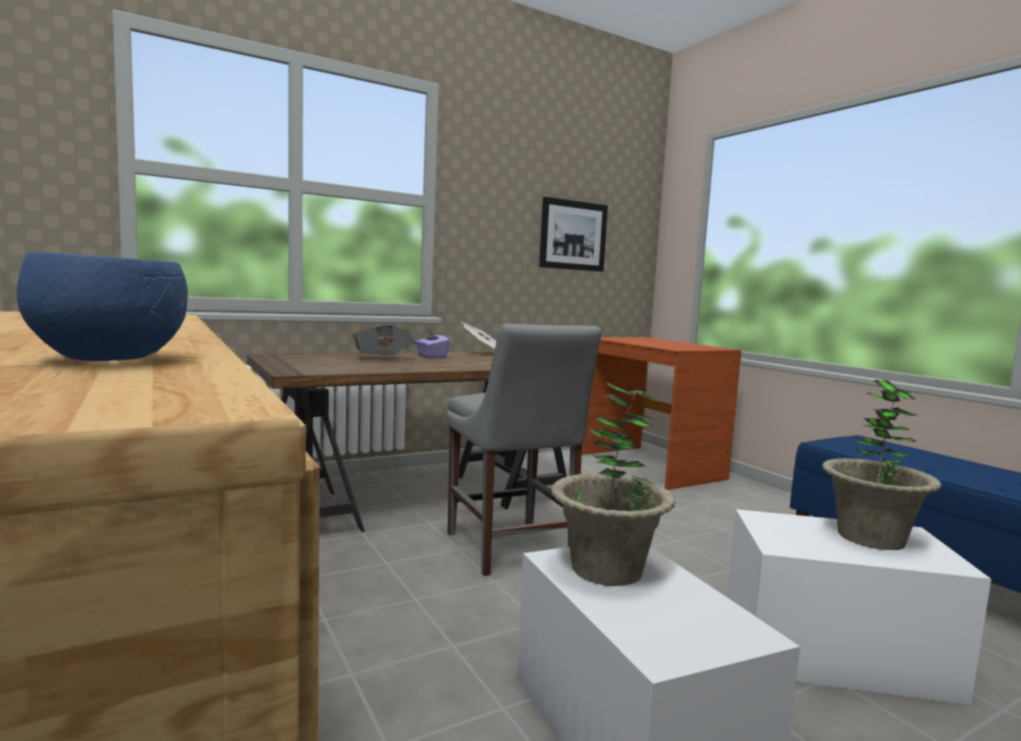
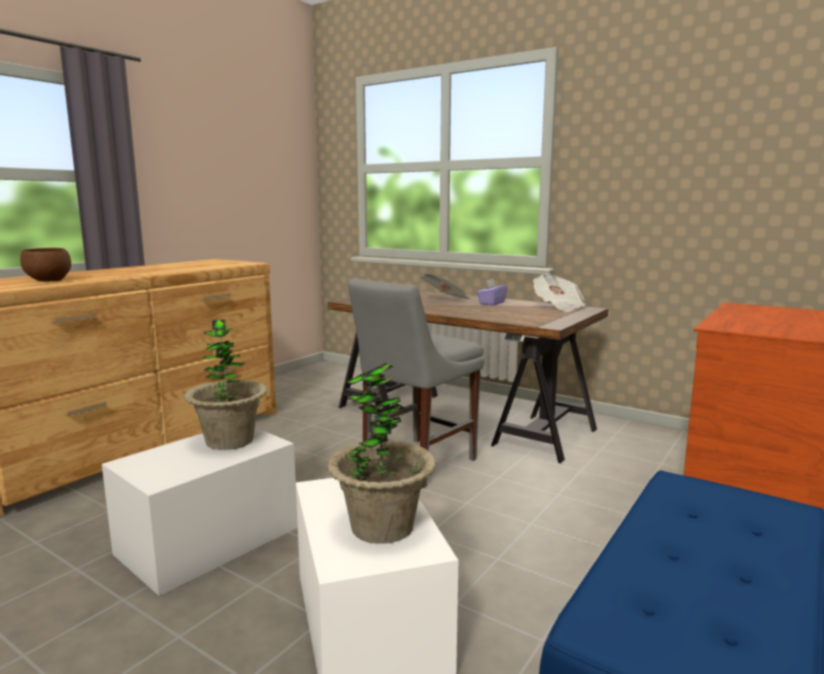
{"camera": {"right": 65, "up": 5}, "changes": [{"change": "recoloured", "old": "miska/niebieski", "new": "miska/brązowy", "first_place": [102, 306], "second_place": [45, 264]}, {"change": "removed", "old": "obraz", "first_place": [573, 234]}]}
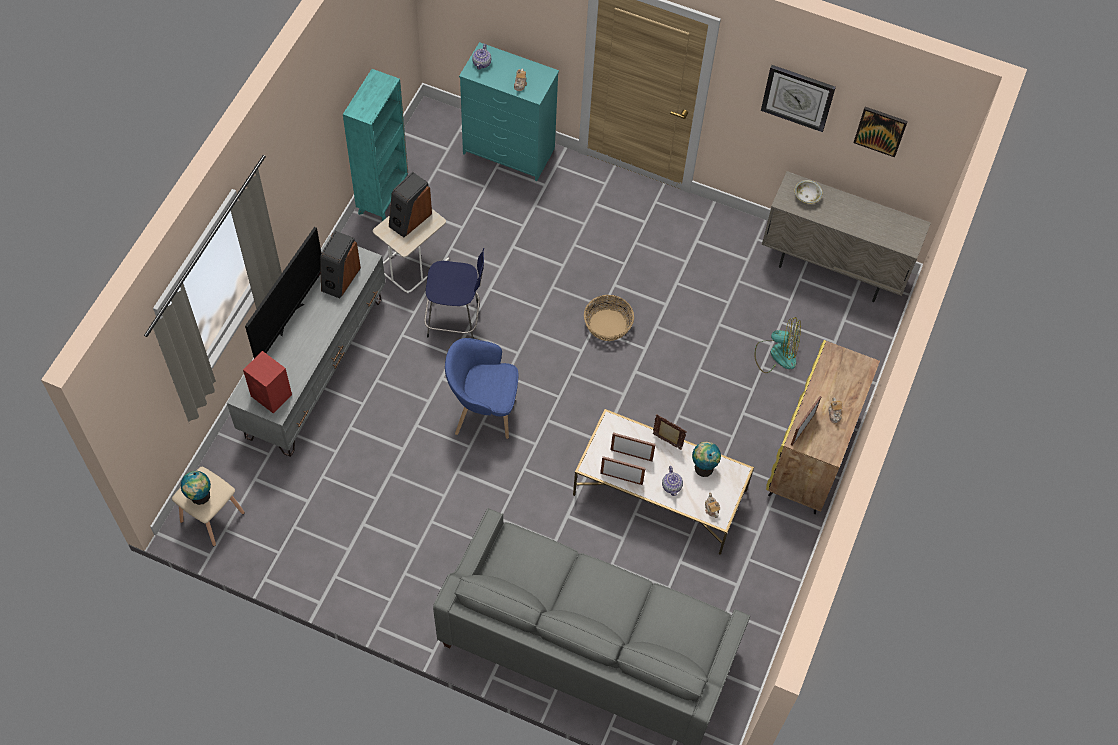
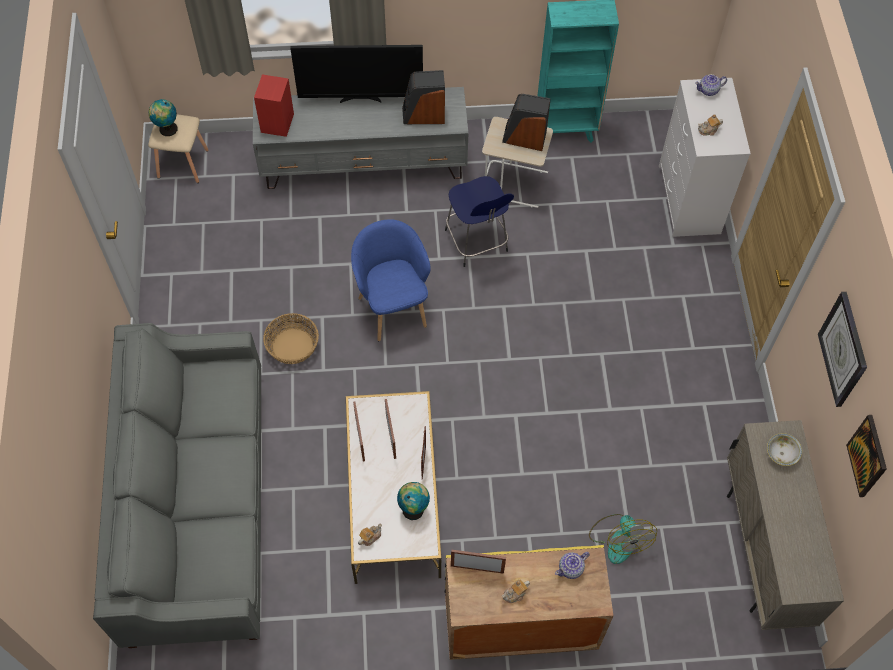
{"camera": {"right": 65, "up": 0}, "changes": [{"change": "recoloured", "old": "komoda/turkusowy", "new": "komoda/biały", "first_place": [509, 111], "second_place": [705, 157]}, {"change": "moved", "old": "koszyk", "first_place": [609, 318], "second_place": [291, 338]}, {"change": "moved", "old": "imbryk", "first_place": [672, 481], "second_place": [572, 565]}]}
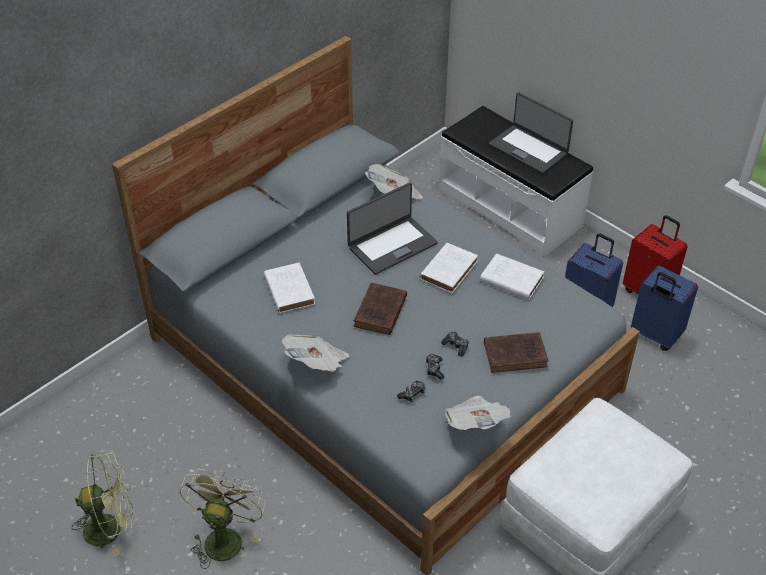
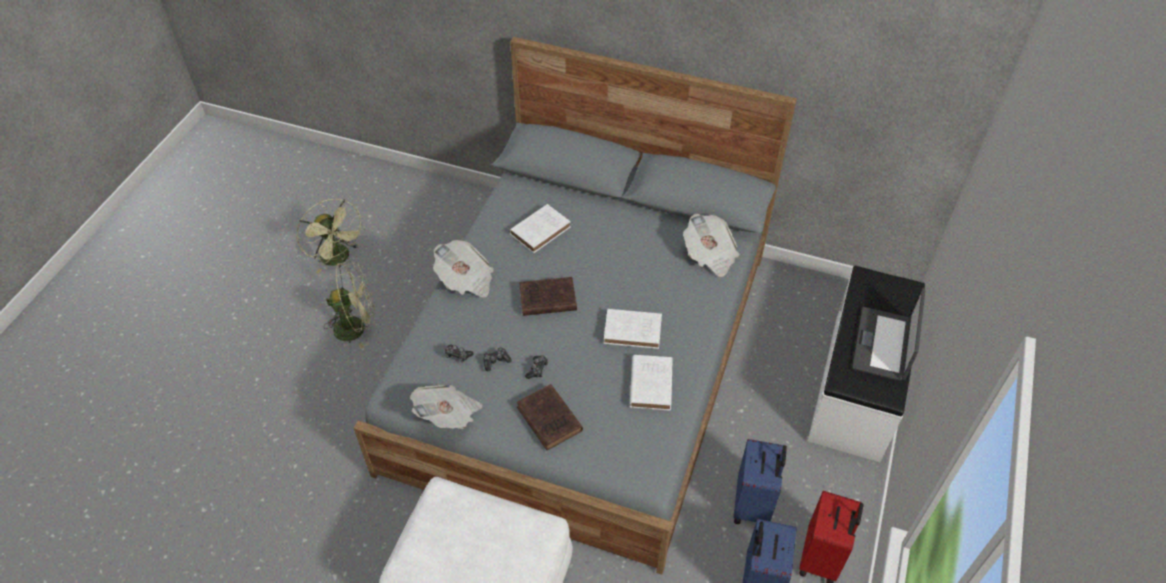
{"camera": {"right": 65, "up": 5}, "changes": [{"change": "removed", "old": "laptop", "first_place": [392, 228]}]}
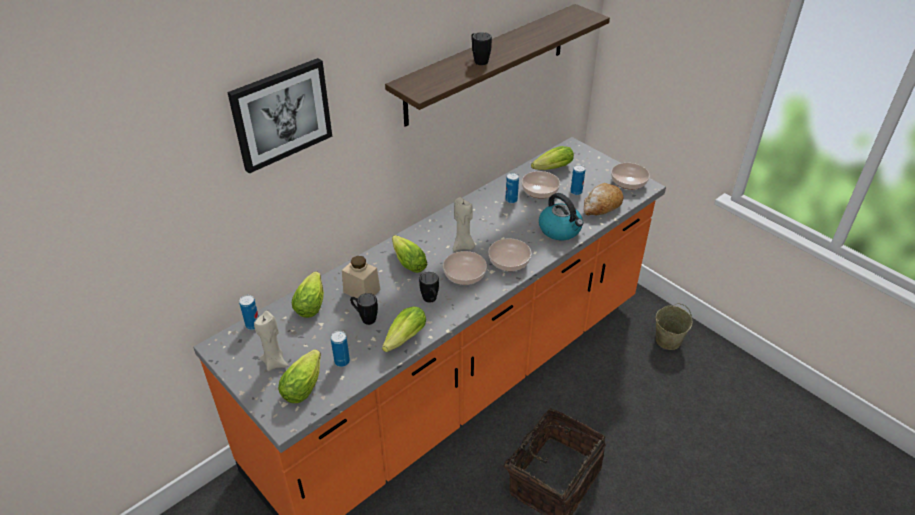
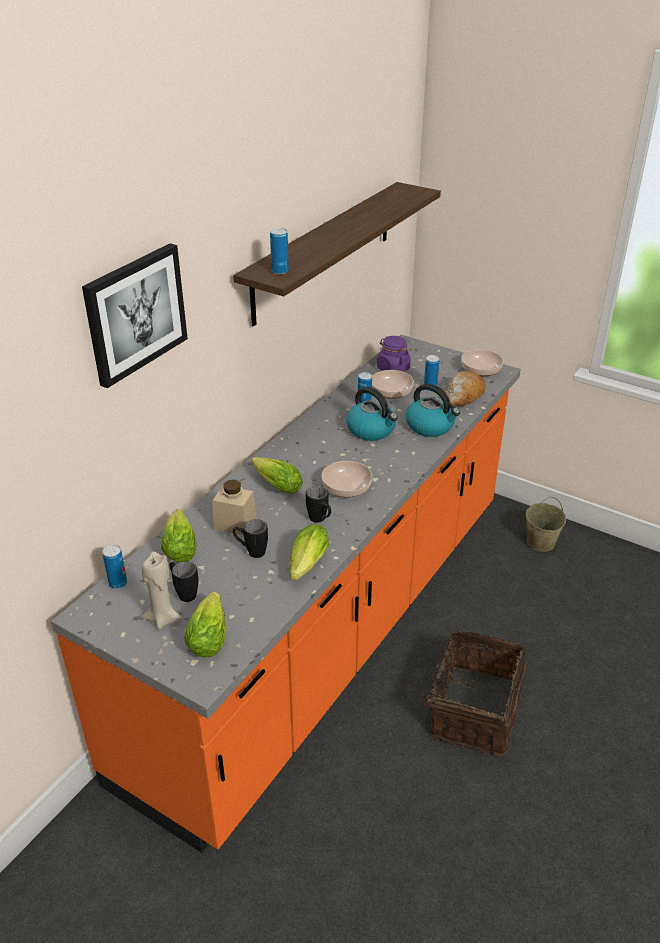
{"camera": {"right": -15, "up": -5}, "changes": [{"change": "moved", "old": "puszka", "first_place": [340, 349], "second_place": [279, 251]}, {"change": "removed", "old": "świeca/beżowy", "first_place": [464, 224]}, {"change": "moved", "old": "kubek/czarny", "first_place": [481, 48], "second_place": [183, 581]}, {"change": "removed", "old": "miska", "first_place": [509, 254]}, {"change": "replaced", "old": "sałata", "new": "słoik/fioletowy", "first_place": [552, 158], "second_place": [394, 354]}, {"change": "added", "new": "czajnik", "second_place": [372, 414]}]}
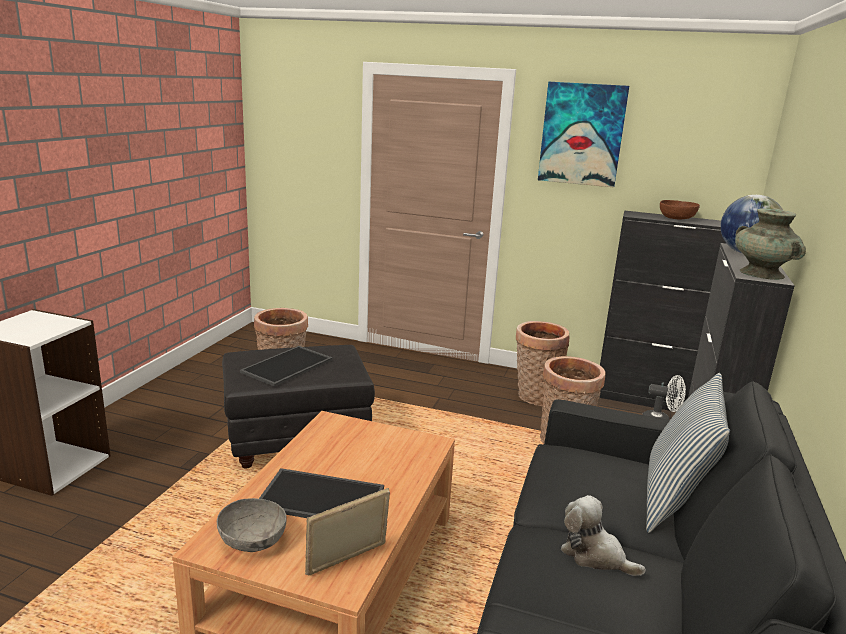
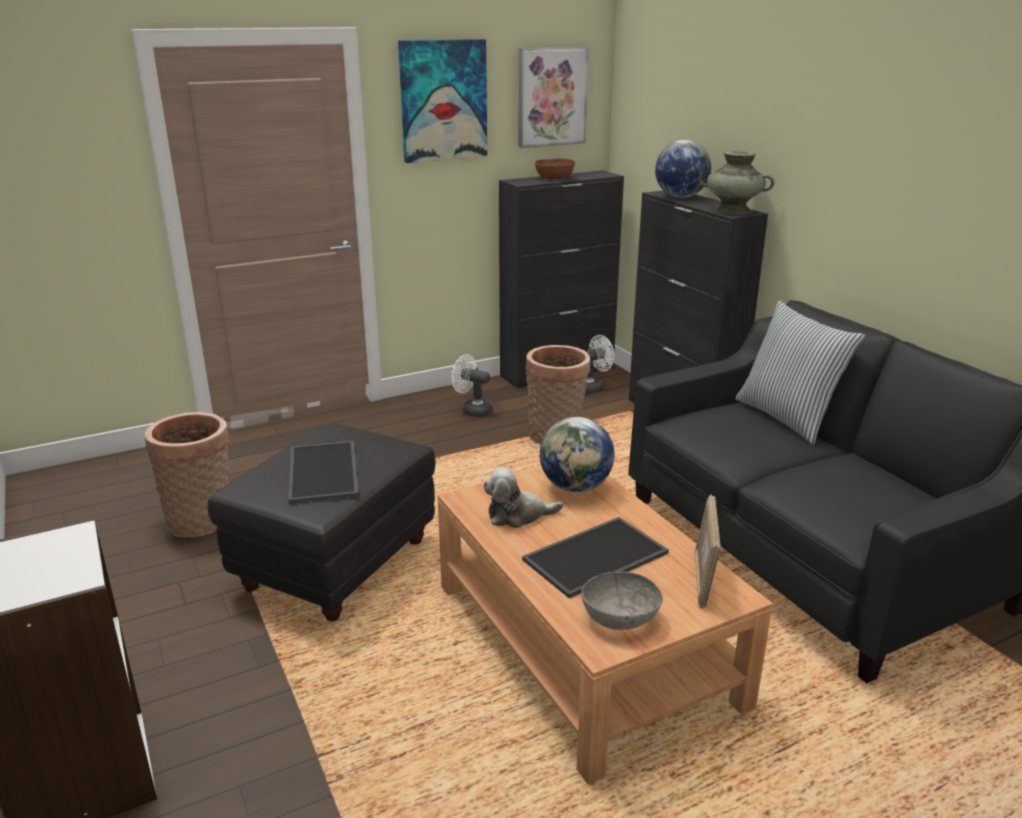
{"camera": {"right": -45, "up": 5}, "changes": [{"change": "replaced", "old": "koszyk", "new": "wentylator/biały", "first_place": [542, 363], "second_place": [472, 385]}, {"change": "moved", "old": "pluszak", "first_place": [603, 535], "second_place": [523, 497]}, {"change": "added", "new": "obraz", "second_place": [554, 97]}, {"change": "added", "new": "globus", "second_place": [577, 454]}]}
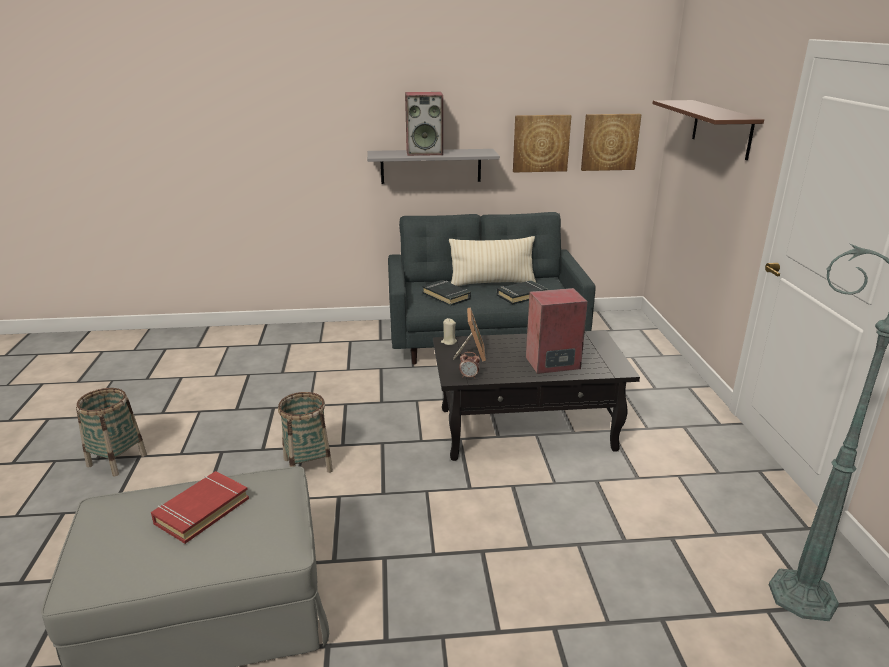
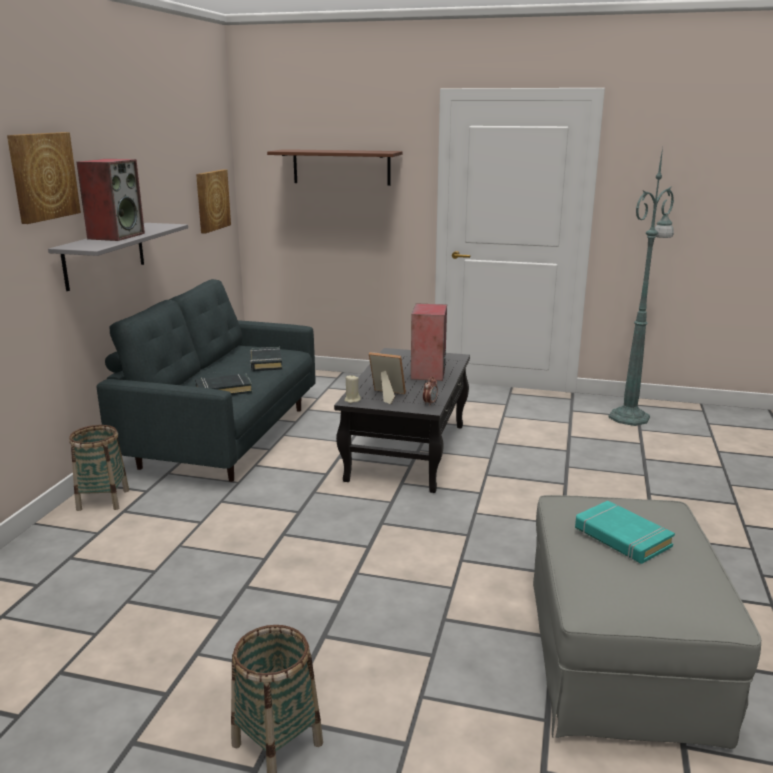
{"camera": {"right": -70, "up": -5}, "changes": [{"change": "recoloured", "old": "książka/czerwony", "new": "książka/turkusowy", "first_place": [200, 507], "second_place": [625, 532]}, {"change": "moved", "old": "koszyk", "first_place": [305, 432], "second_place": [99, 468]}, {"change": "removed", "old": "poduszka/beżowy", "first_place": [492, 261]}, {"change": "moved", "old": "obraz", "first_place": [542, 143], "second_place": [44, 178]}]}
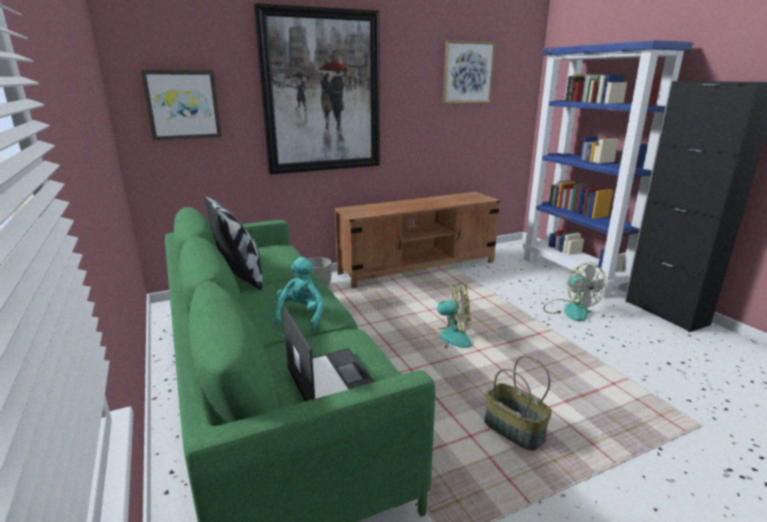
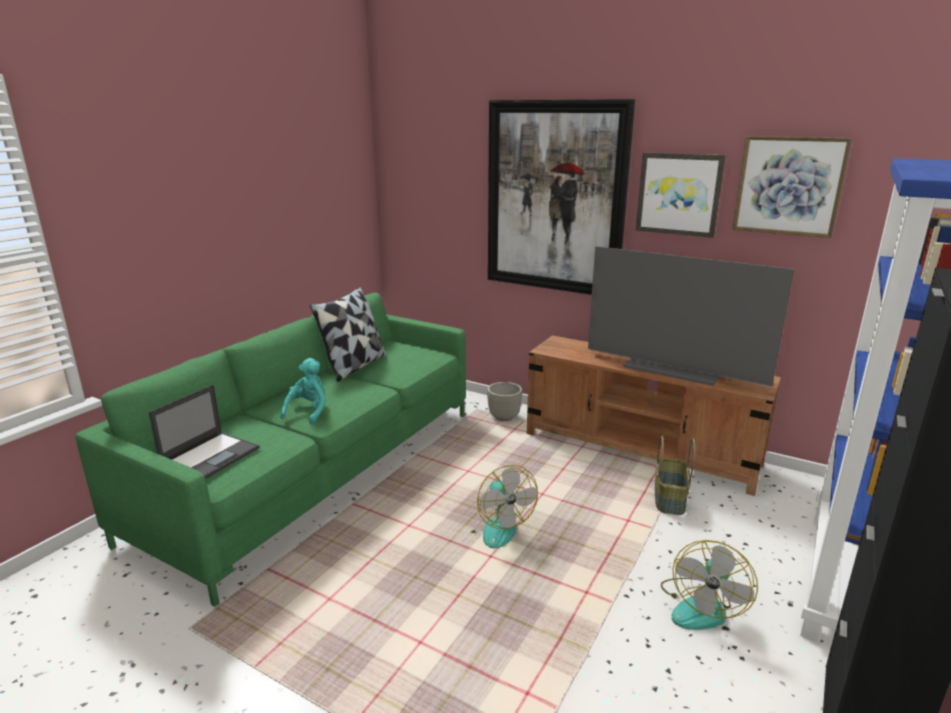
{"camera": {"right": 55, "up": 0}, "changes": [{"change": "moved", "old": "obraz", "first_place": [181, 105], "second_place": [681, 195]}, {"change": "turned", "old": "pluszak/turkusowy", "first_place": [299, 293], "second_place": [303, 391], "degrees": -45}, {"change": "moved", "old": "koszyk", "first_place": [518, 403], "second_place": [675, 475]}, {"change": "added", "new": "telewizor", "second_place": [691, 316]}]}
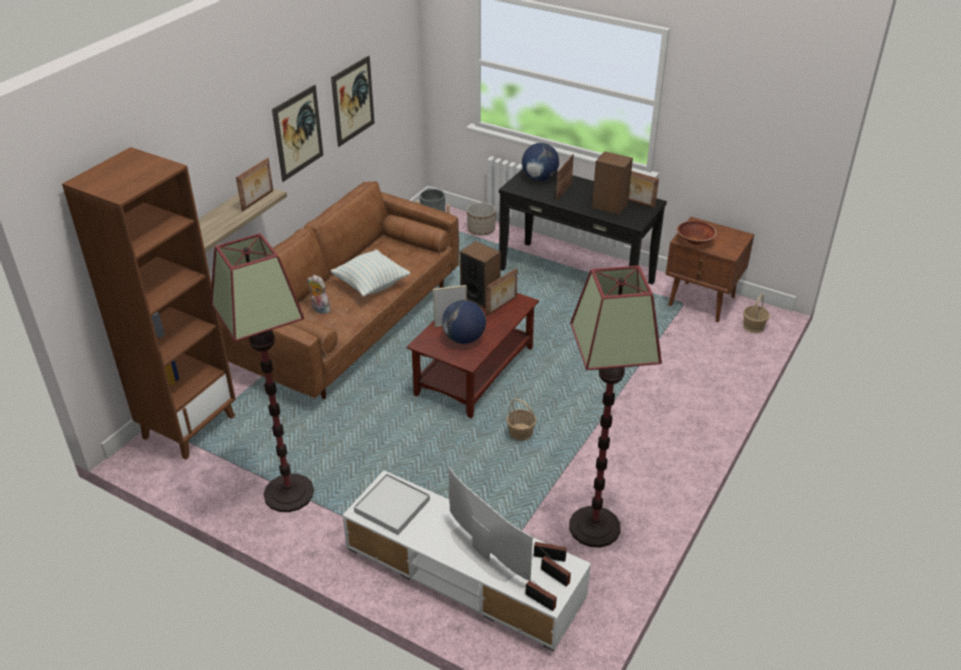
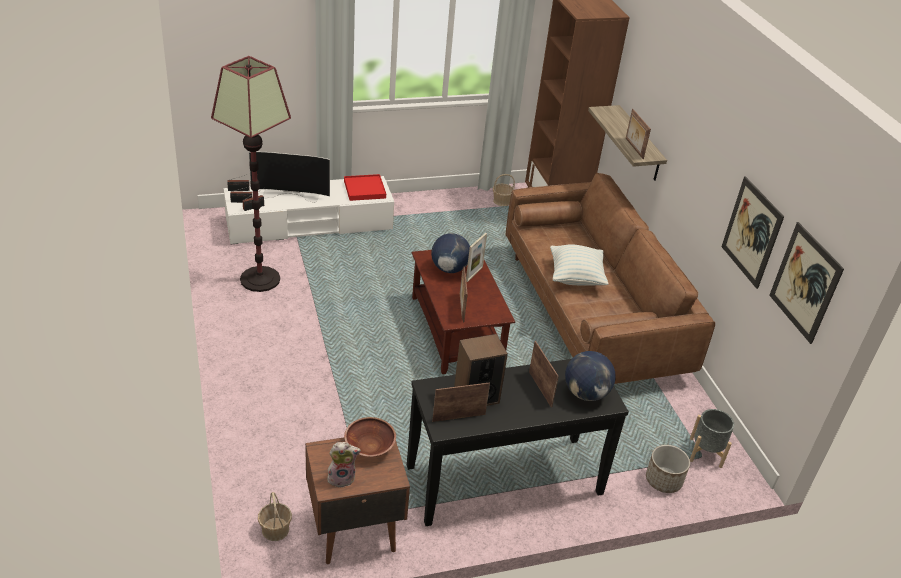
{"camera": {"right": 130, "up": 0}, "changes": [{"change": "removed", "old": "lampa stojąca", "first_place": [262, 372]}, {"change": "moved", "old": "obraz", "first_place": [297, 133], "second_place": [806, 283]}, {"change": "moved", "old": "pluszak", "first_place": [319, 294], "second_place": [344, 465]}, {"change": "recoloured", "old": "taca/biały", "new": "taca/czerwony", "first_place": [392, 504], "second_place": [365, 187]}, {"change": "removed", "old": "głośnik", "first_place": [480, 275]}, {"change": "moved", "old": "koszyk", "first_place": [521, 420], "second_place": [504, 190]}]}
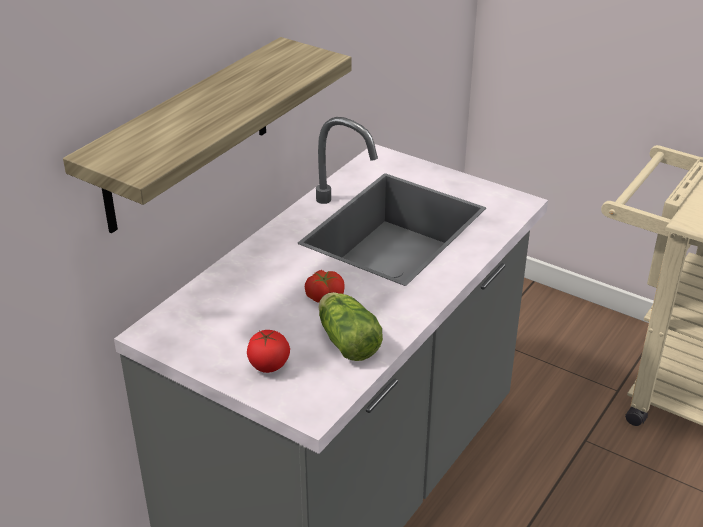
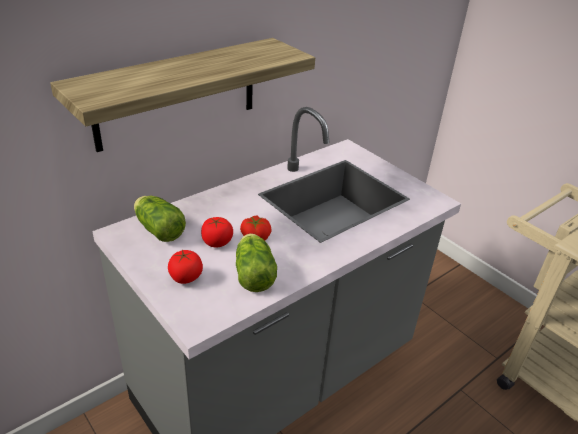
{"camera": {"right": 15, "up": 0}, "changes": [{"change": "added", "new": "sałata", "second_place": [160, 219]}, {"change": "added", "new": "pomidor", "second_place": [217, 232]}]}
